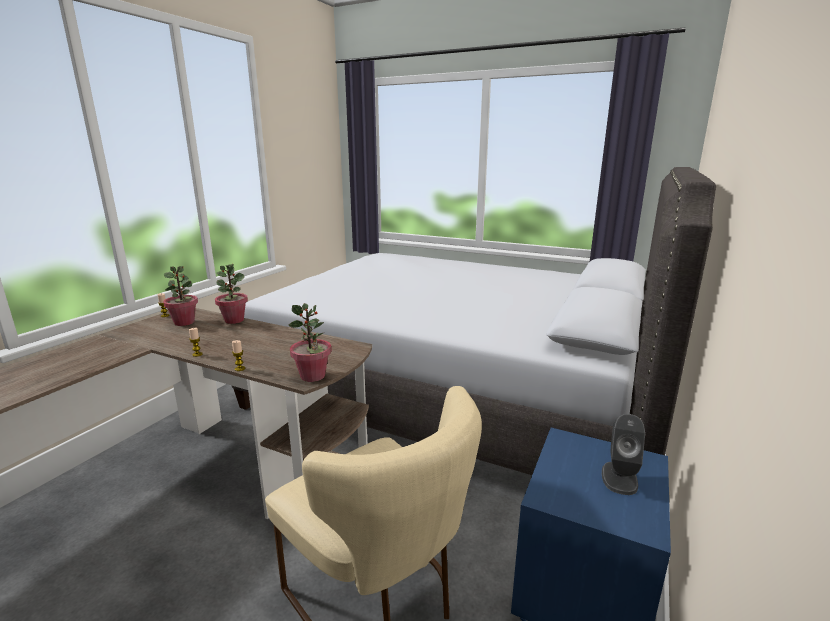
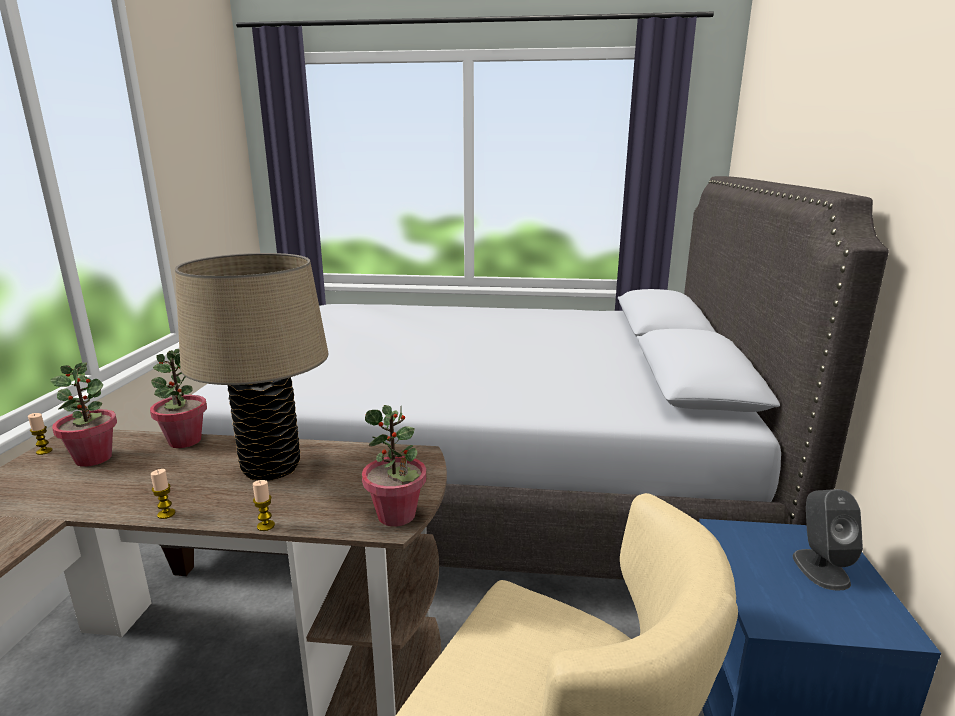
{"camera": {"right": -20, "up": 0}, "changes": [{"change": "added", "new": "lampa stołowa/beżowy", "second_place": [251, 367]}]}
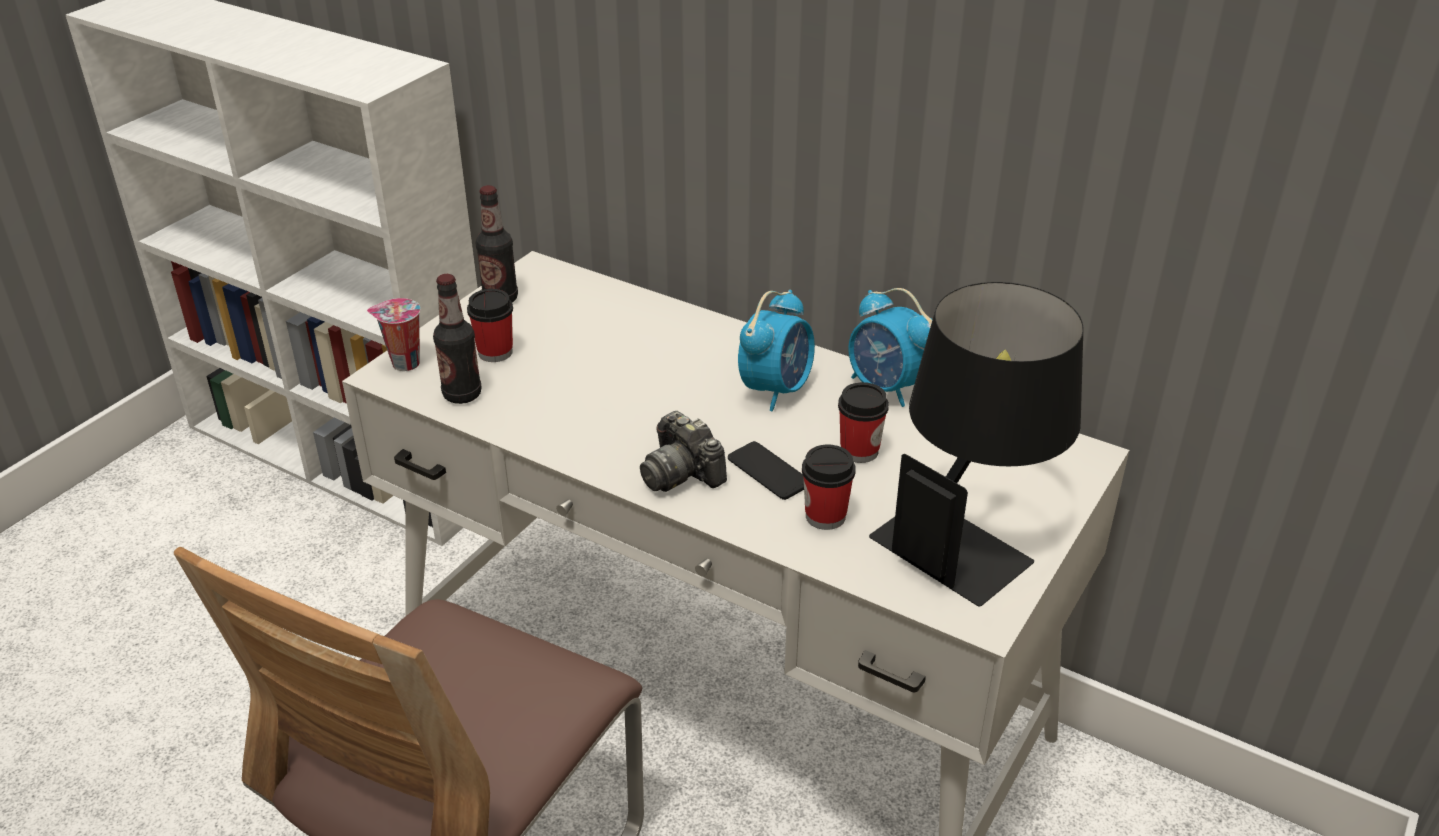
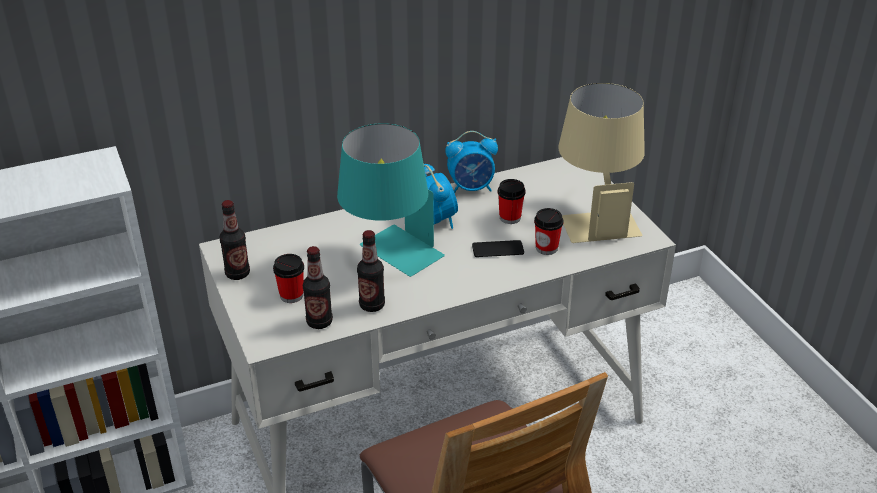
{"camera": {"right": -55, "up": 0}, "changes": [{"change": "removed", "old": "filiżanka", "first_place": [393, 334]}, {"change": "removed", "old": "aparat fotograficzny", "first_place": [683, 451]}, {"change": "recoloured", "old": "lampa stołowa/czarny", "new": "lampa stołowa/beżowy", "first_place": [976, 444], "second_place": [601, 163]}, {"change": "added", "new": "lampa stołowa/turkusowy", "second_place": [391, 200]}, {"change": "added", "new": "butelka", "second_place": [371, 271]}]}
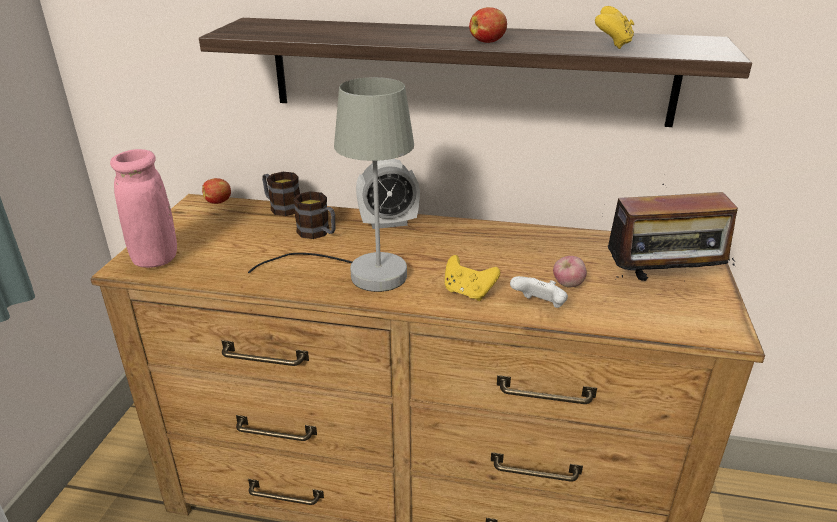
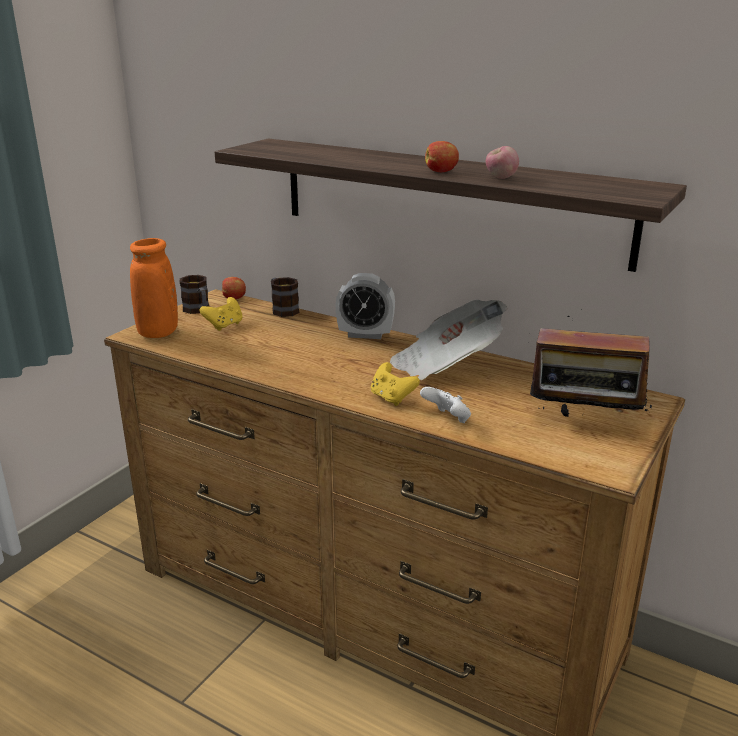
{"camera": {"right": 20, "up": -5}, "changes": [{"change": "recoloured", "old": "wazon/różowy", "new": "wazon/pomarańczowy", "first_place": [143, 208], "second_place": [154, 288]}, {"change": "removed", "old": "lampa stołowa/szary", "first_place": [331, 184]}, {"change": "moved", "old": "kubek", "first_place": [314, 215], "second_place": [194, 294]}, {"change": "moved", "old": "jabłko", "first_place": [570, 272], "second_place": [502, 162]}, {"change": "moved", "old": "pad do gier/żółty", "first_place": [614, 27], "second_place": [221, 314]}, {"change": "added", "new": "gazeta", "second_place": [449, 339]}]}
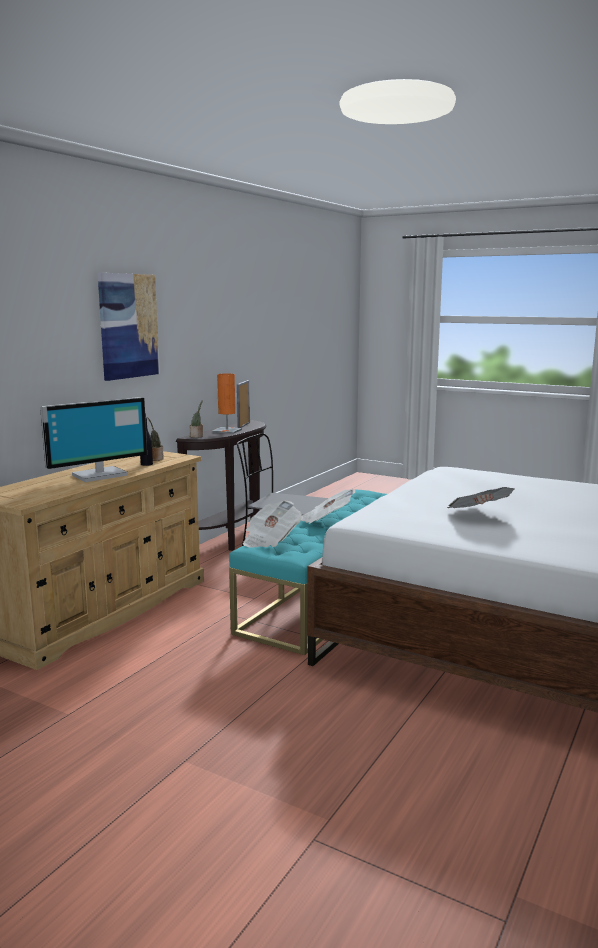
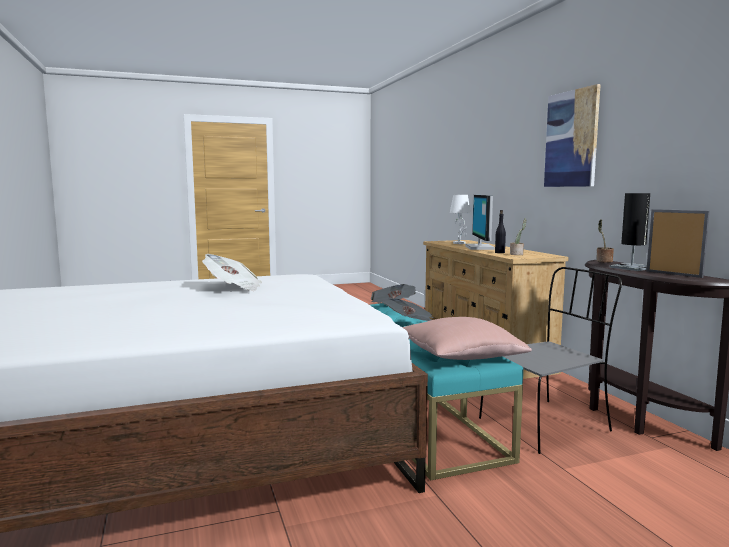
{"camera": {"right": 130, "up": -5}, "changes": [{"change": "recoloured", "old": "lampa stołowa/pomarańczowy", "new": "lampa stołowa/czarny", "first_place": [227, 403], "second_place": [630, 232]}, {"change": "added", "new": "poduszka/różowy", "second_place": [467, 338]}, {"change": "added", "new": "lampa stołowa/biały", "second_place": [460, 219]}]}
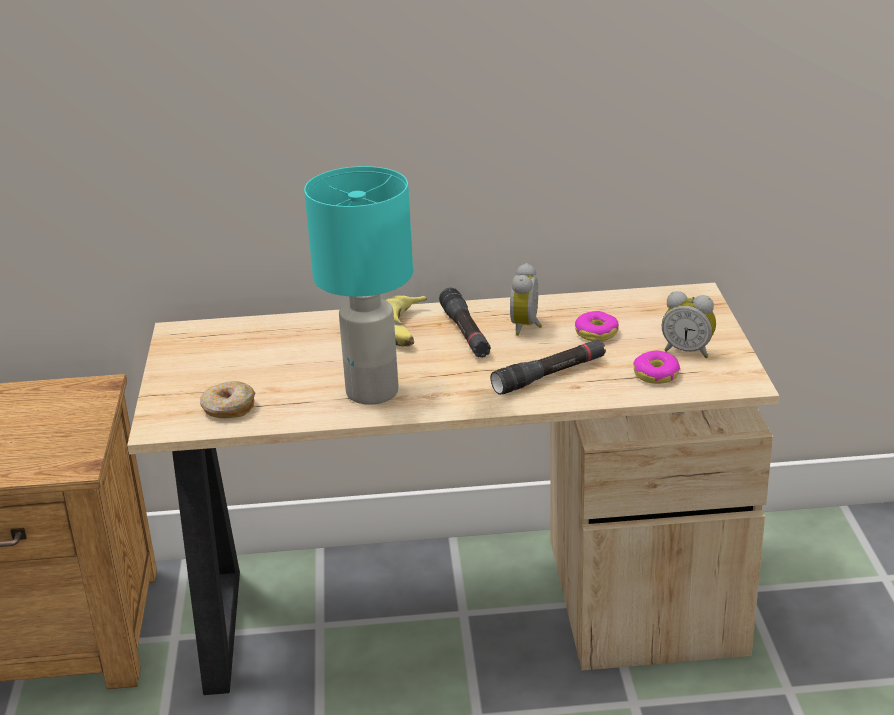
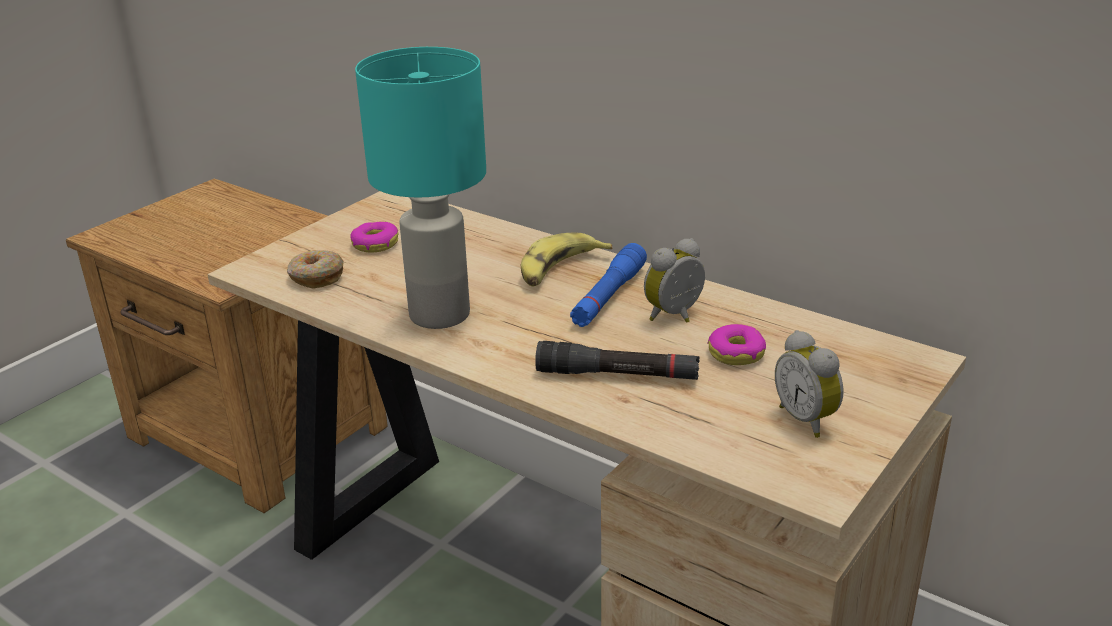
{"camera": {"right": 40, "up": 0}, "changes": [{"change": "recoloured", "old": "latarka/czarny", "new": "latarka/niebieski", "first_place": [465, 323], "second_place": [608, 285]}, {"change": "moved", "old": "donut", "first_place": [656, 367], "second_place": [374, 237]}]}
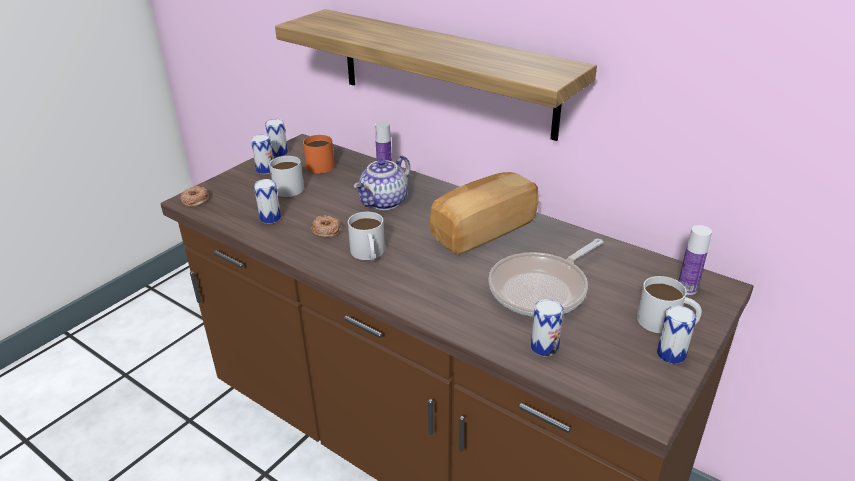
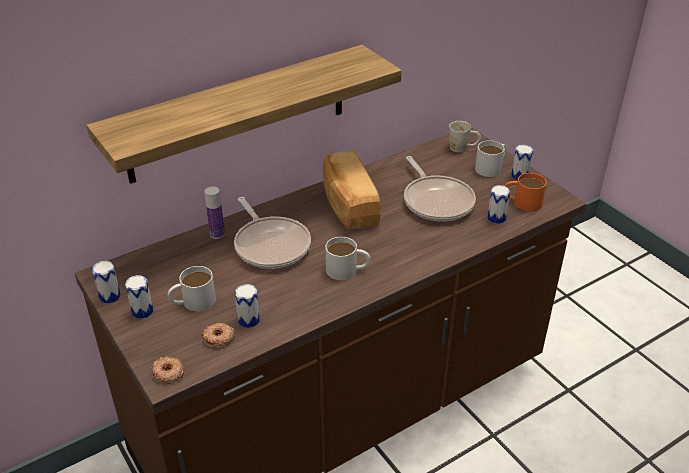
{"camera": {"right": -70, "up": 5}, "changes": [{"change": "moved", "old": "kubek/pomarańczowy", "first_place": [319, 154], "second_place": [526, 192]}, {"change": "moved", "old": "donut", "first_place": [326, 226], "second_place": [218, 335]}, {"change": "replaced", "old": "imbryk", "new": "patelnia", "first_place": [381, 183], "second_place": [272, 233]}, {"change": "replaced", "old": "butelka", "new": "kubek/biały", "first_place": [695, 260], "second_place": [465, 136]}]}
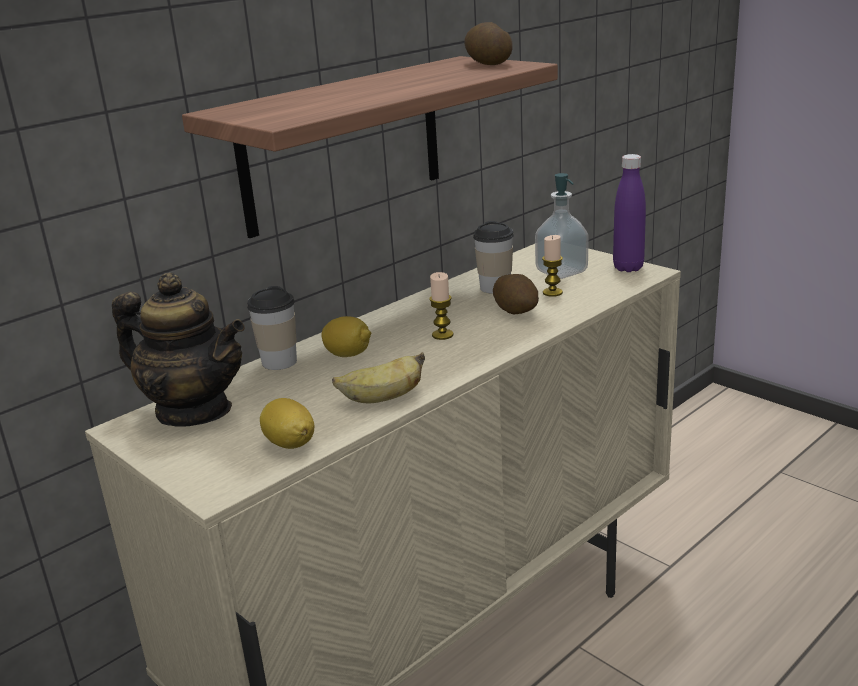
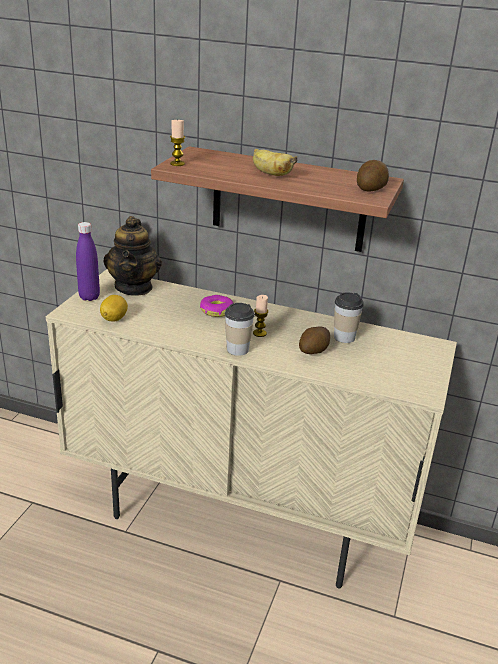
{"camera": {"right": 60, "up": 5}, "changes": [{"change": "moved", "old": "filiżanka", "first_place": [272, 328], "second_place": [239, 329]}, {"change": "replaced", "old": "cytryna", "new": "donut", "first_place": [346, 336], "second_place": [216, 306]}, {"change": "moved", "old": "banan", "first_place": [378, 377], "second_place": [275, 162]}, {"change": "removed", "old": "dozownik mydła", "first_place": [562, 226]}, {"change": "moved", "old": "świeca", "first_place": [552, 266], "second_place": [177, 142]}, {"change": "moved", "old": "butelka/fioletowy", "first_place": [629, 213], "second_place": [88, 261]}]}
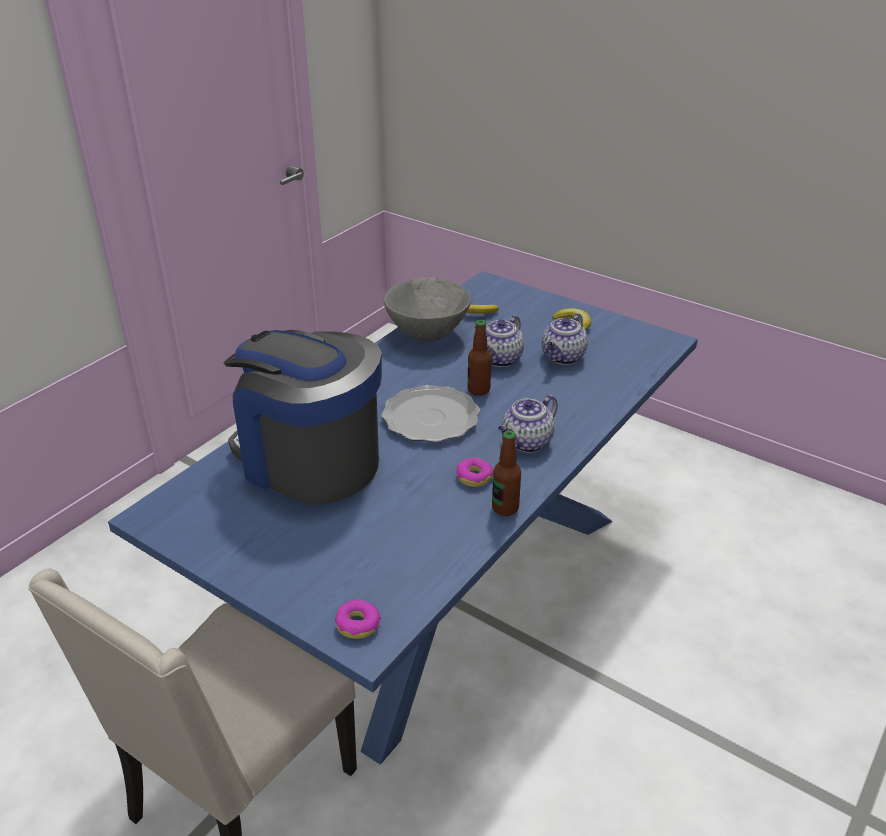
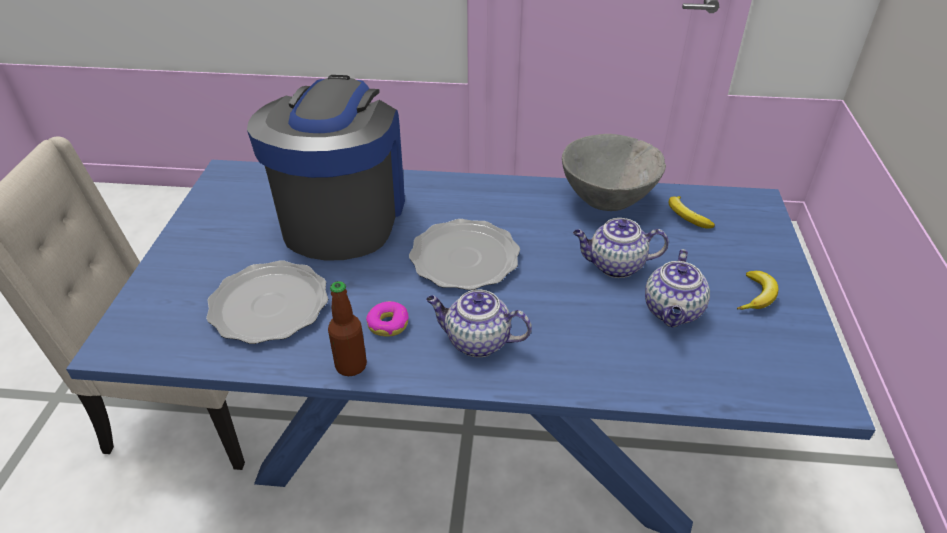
{"camera": {"right": 60, "up": 5}, "changes": [{"change": "removed", "old": "donut", "first_place": [358, 619]}, {"change": "removed", "old": "butelka", "first_place": [479, 358]}, {"change": "turned", "old": "imbryk", "first_place": [565, 339], "second_place": [677, 288], "degrees": -75}, {"change": "added", "new": "talerz", "second_place": [267, 302]}]}
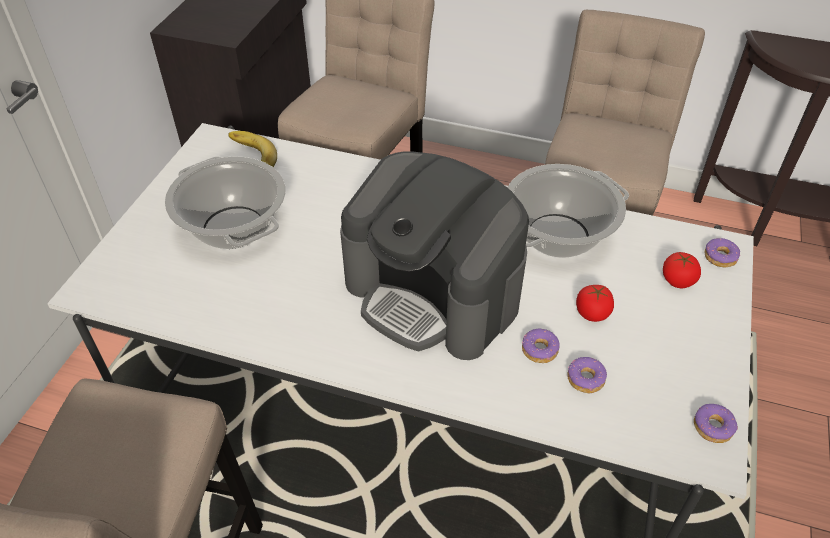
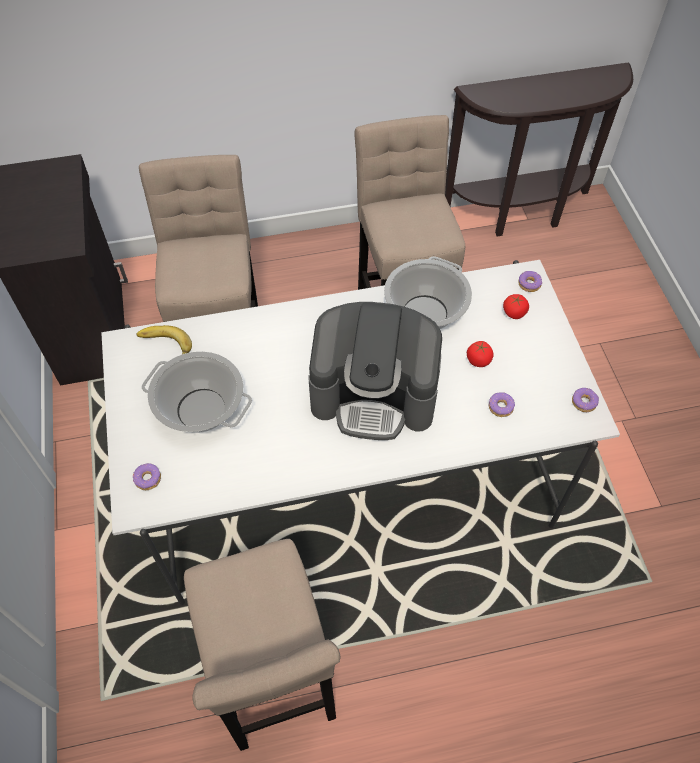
{"camera": {"right": -30, "up": 10}, "changes": [{"change": "moved", "old": "donut", "first_place": [541, 346], "second_place": [147, 476]}]}
